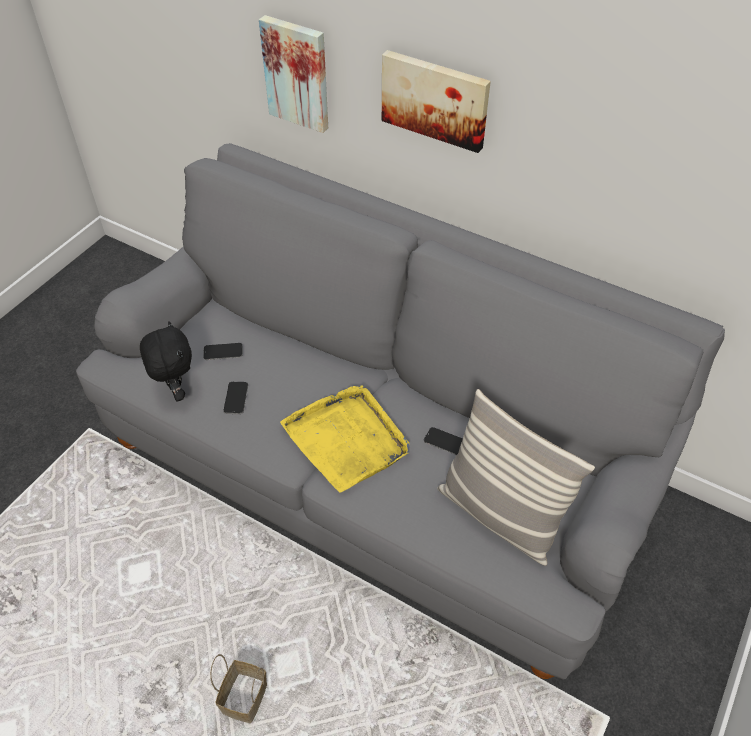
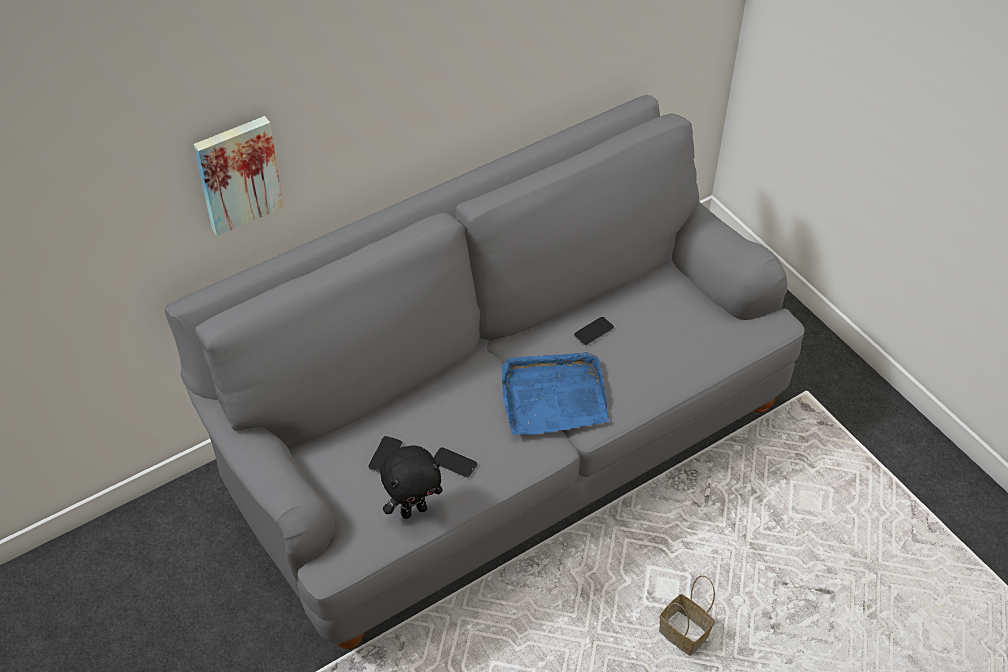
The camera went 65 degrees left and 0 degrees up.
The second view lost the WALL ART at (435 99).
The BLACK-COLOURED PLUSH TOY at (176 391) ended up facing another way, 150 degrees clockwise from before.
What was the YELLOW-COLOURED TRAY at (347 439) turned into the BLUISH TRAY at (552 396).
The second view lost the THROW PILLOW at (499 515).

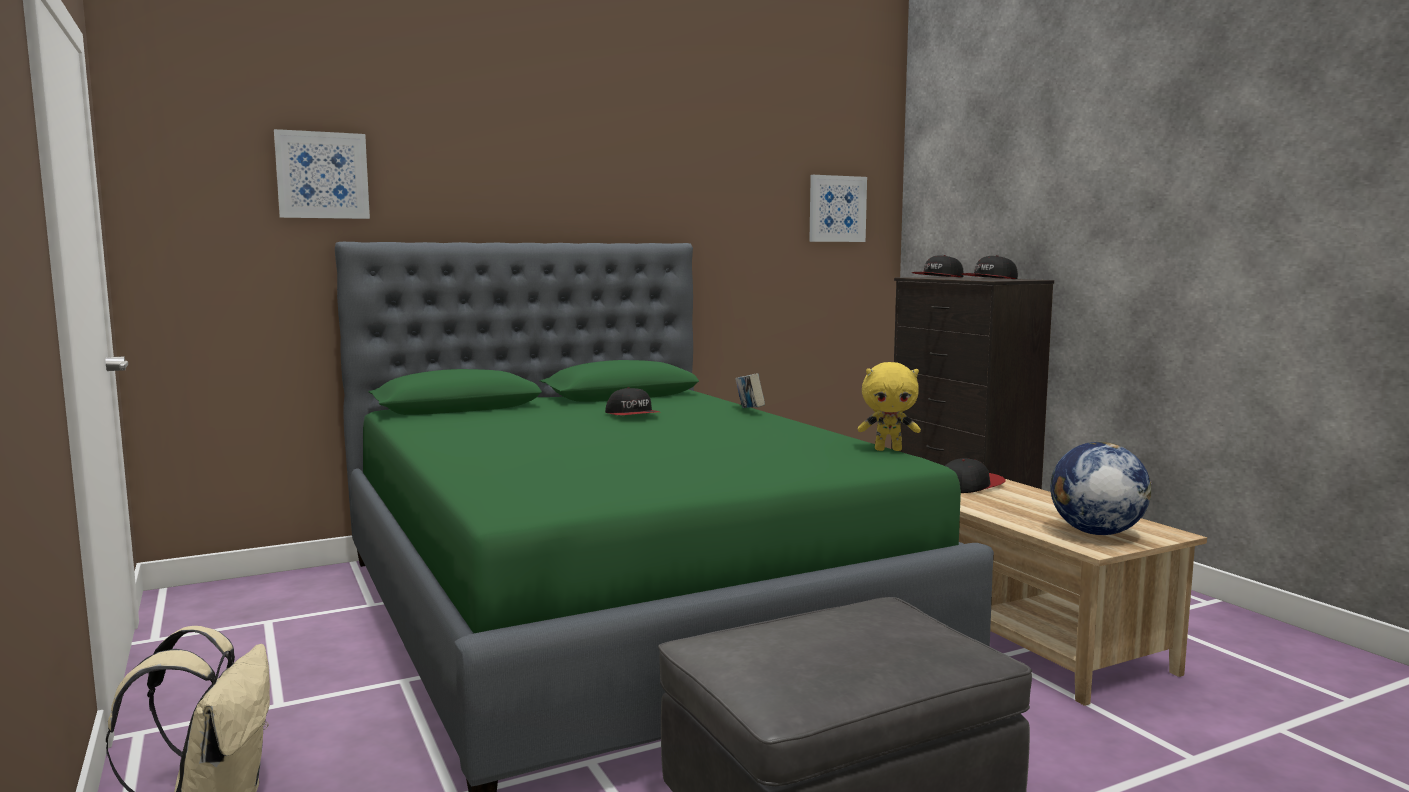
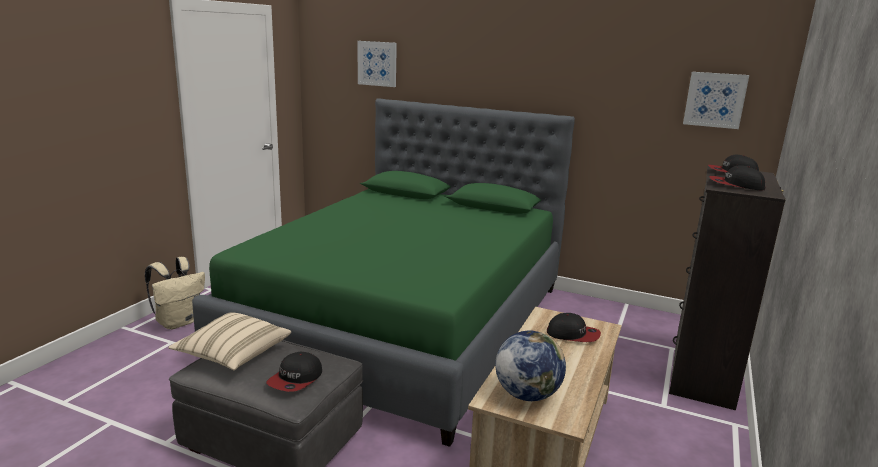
The camera went 50 degrees right and 10 degrees up.
The second view lost the YELLOW-COLOURED PLUSH TOY at (888 449).
The second view lost the BOOK at (749 411).
The CAP ended up elsewhere, having gone from (632 415) to (296 379).
The second view gained the BEIGE THROW PILLOW at (233 355).

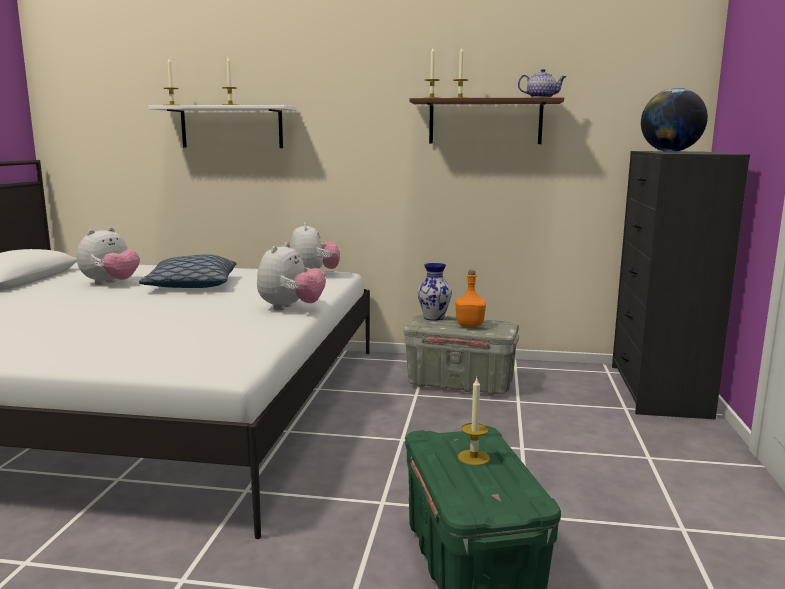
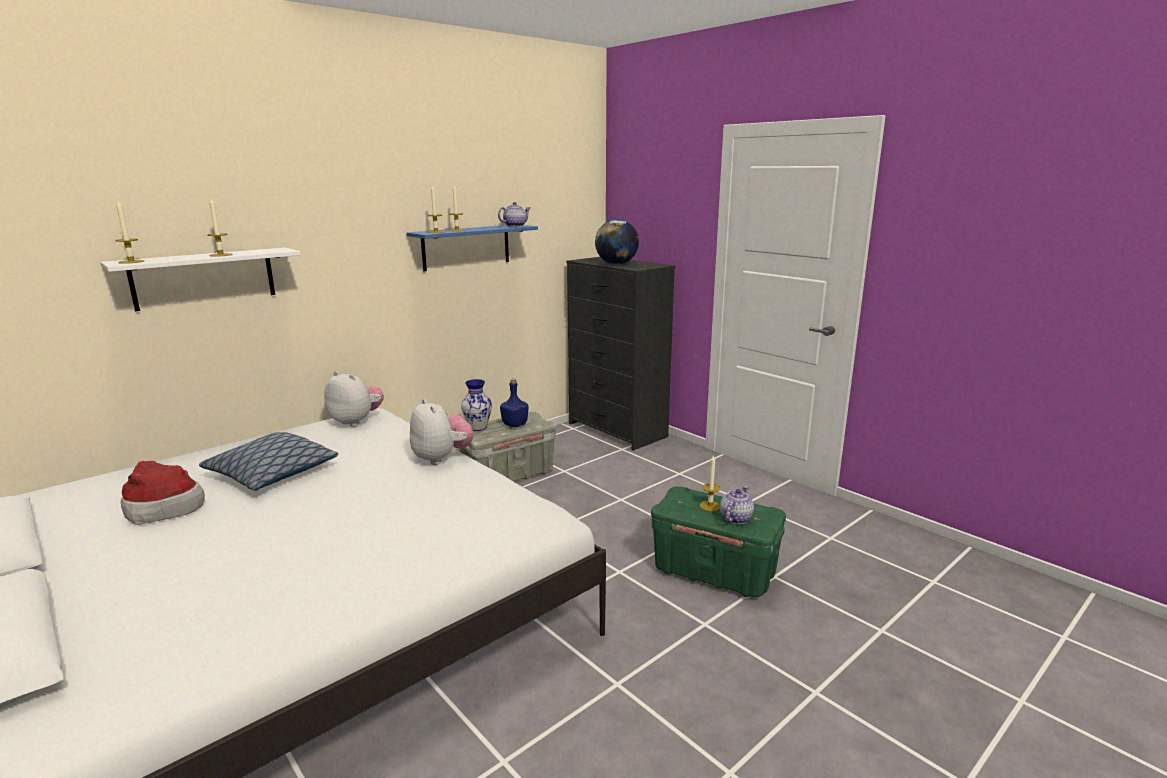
The camera went 50 degrees left and 5 degrees up.
What was the BROWN-COLOURED WALL SHELF at (485 122) turned into the BLUISH WALL SHELF at (466 247).
Where the PLUSH TOY stood at (111 283), the CLOTHING HAT came to stand at (162 507).
What was the ORANGEY BEVERAGE BOTTLE at (470 325) turned into the BLUISH BEVERAGE BOTTLE at (515 424).
The second view gained the TEAPOT at (735 518).

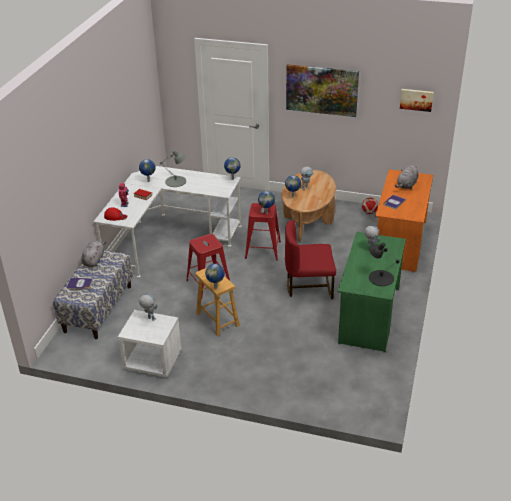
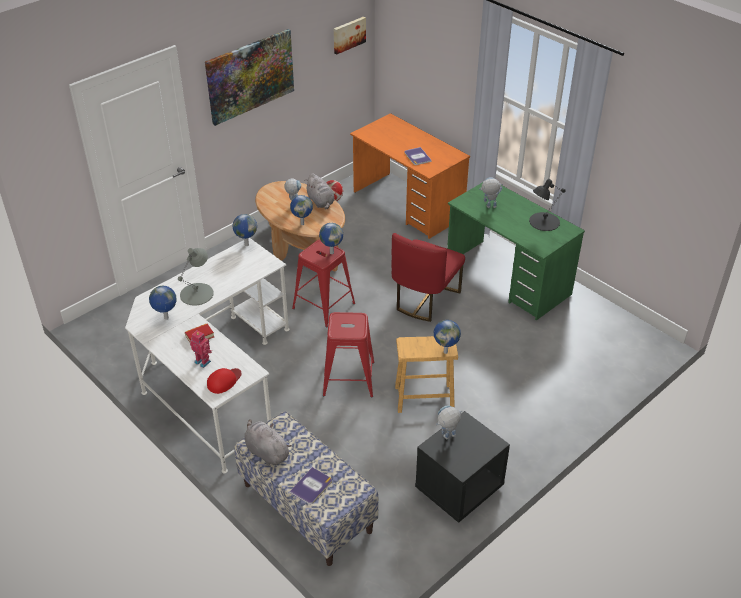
The camera went 60 degrees left and 5 degrees up.
The GREYISH PLUSH TOY ended up elsewhere, having gone from (406 185) to (321 202).
What was the WHITISH BEDSIDE TABLE at (152 361) turned into the BLACK-COLOURED BEDSIDE TABLE at (459 488).

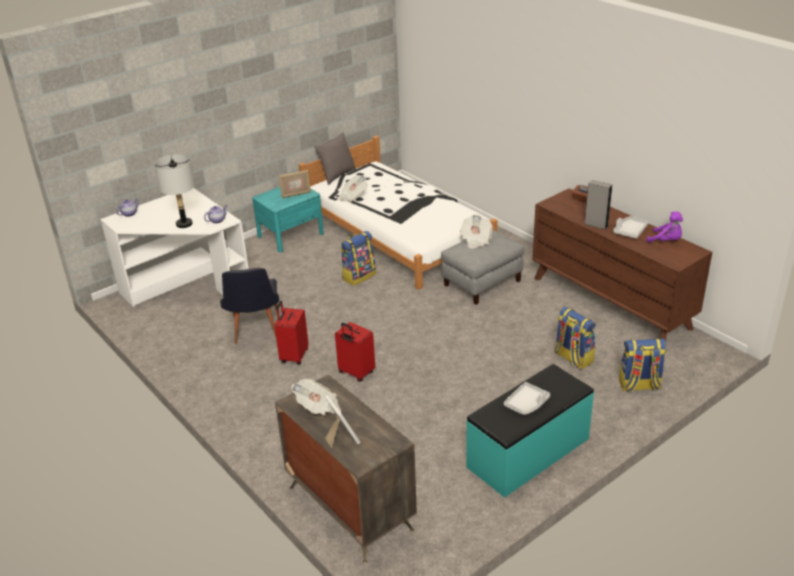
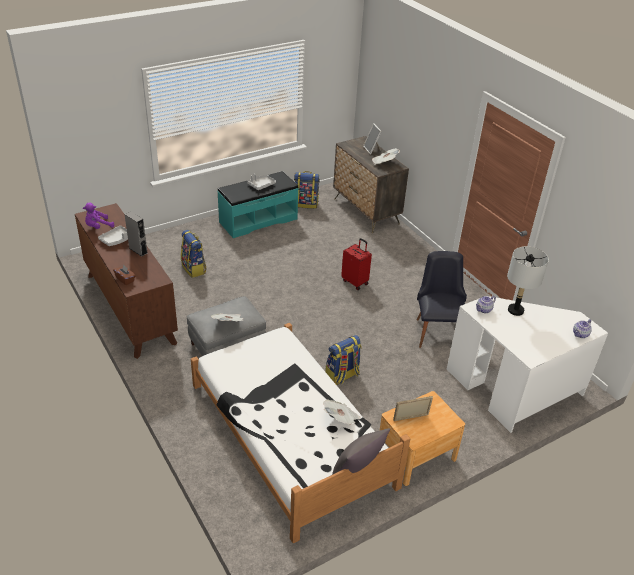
The camera went 175 degrees left and 5 degrees up.
What was the TURQUOISE-COLOURED BEDSIDE TABLE at (290 235) turned into the BROWN-COLOURED BEDSIDE TABLE at (416 455).
The PURPLE PLUSH TOY at (666 241) ended up facing another way, 75 degrees counterclockwise from before.
The second view lost the REDDISH TRAVEL CASE at (293 356).
The KNAPSACK ended up elsewhere, having gone from (639 385) to (306 204).

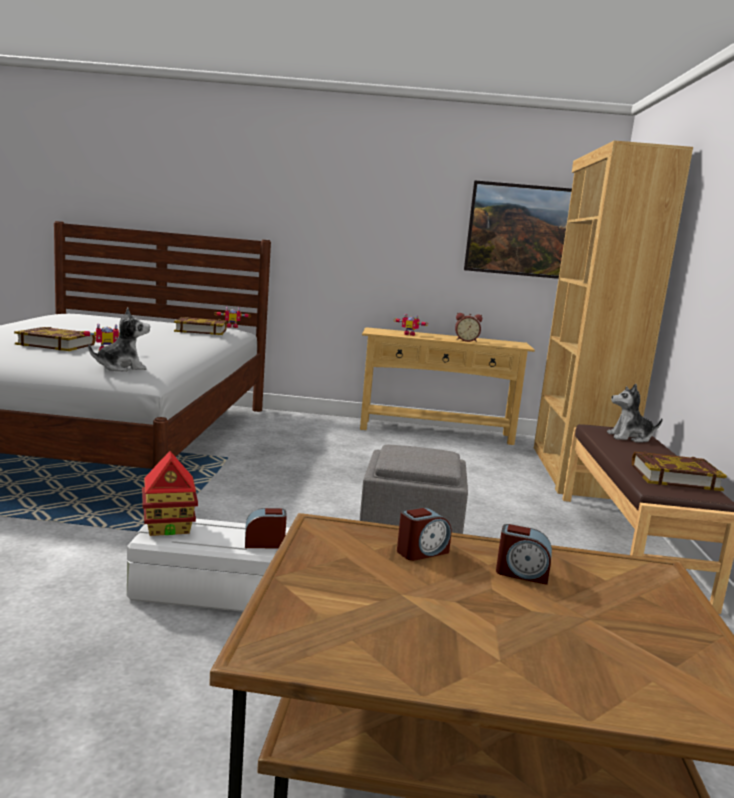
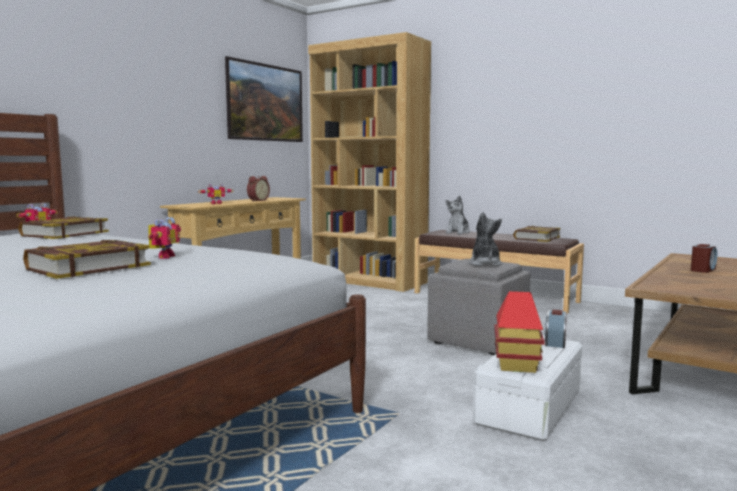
The camera went 60 degrees left and 5 degrees down.
The PLUSH TOY ended up elsewhere, having gone from (121 368) to (484 264).
The second view lost the BEDSIDE CLOCK at (421 552).

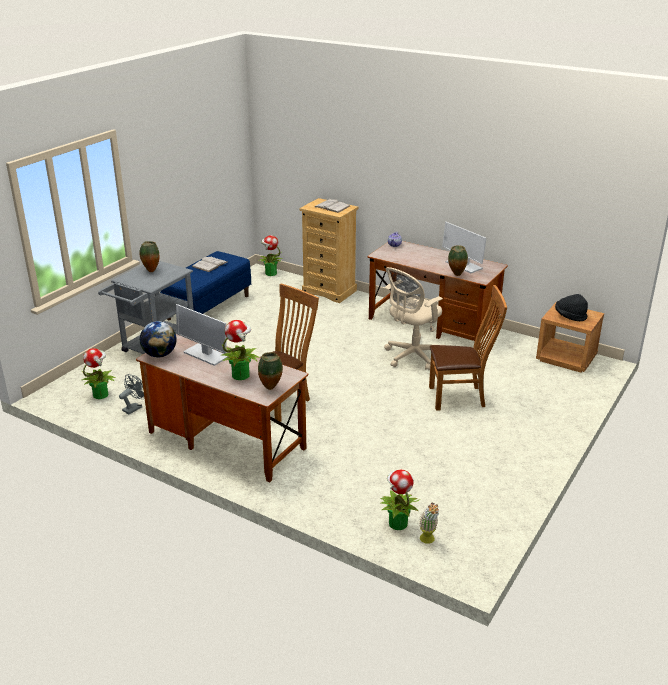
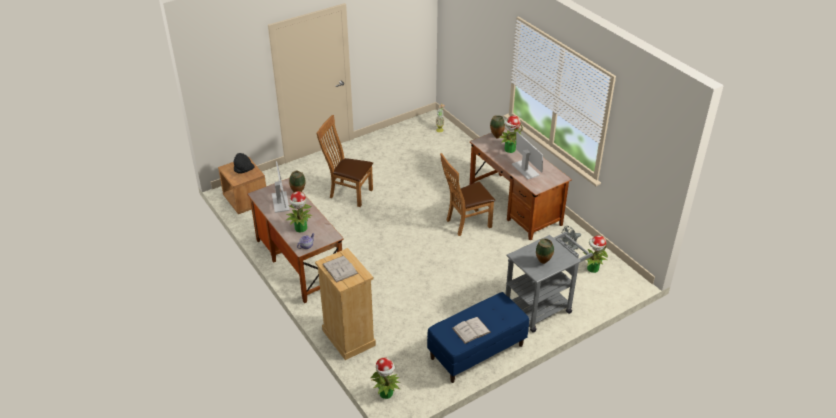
The camera went 155 degrees left and 10 degrees up.
The second view lost the BEIGE DESK CHAIR at (412 356).
The second view lost the DESK GLOBE at (160 354).
The HOUSEPLANT ended up elsewhere, having gone from (397 523) to (301 228).

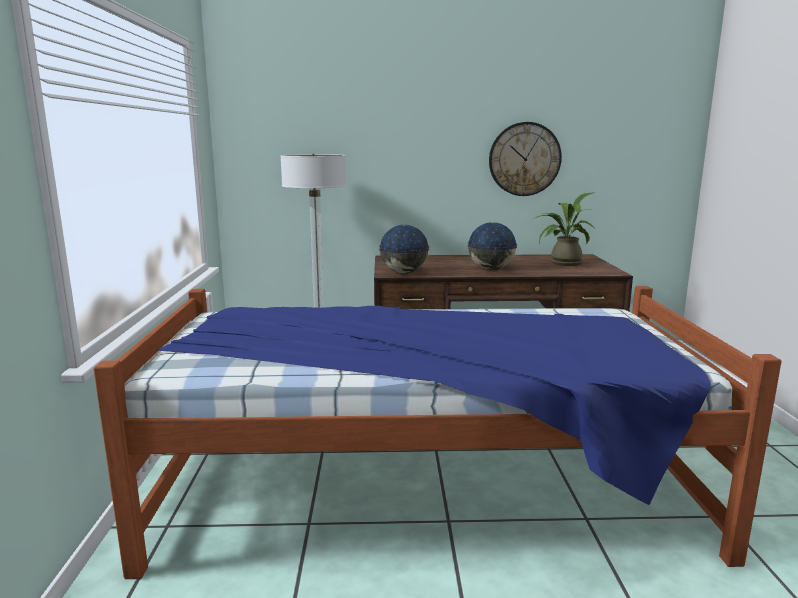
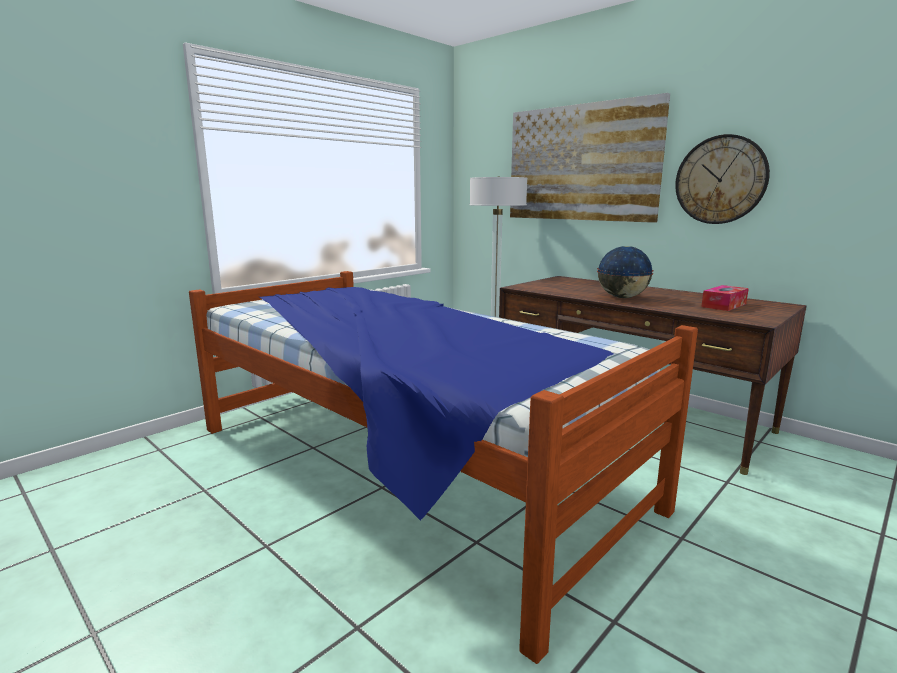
The camera went 45 degrees right and 0 degrees up.
Where the HOUSEPLANT stood at (561 263), the TISSUE BOX came to stand at (724 305).
The second view lost the DESK GLOBE at (404 272).
The second view gained the WALL ART at (581 163).

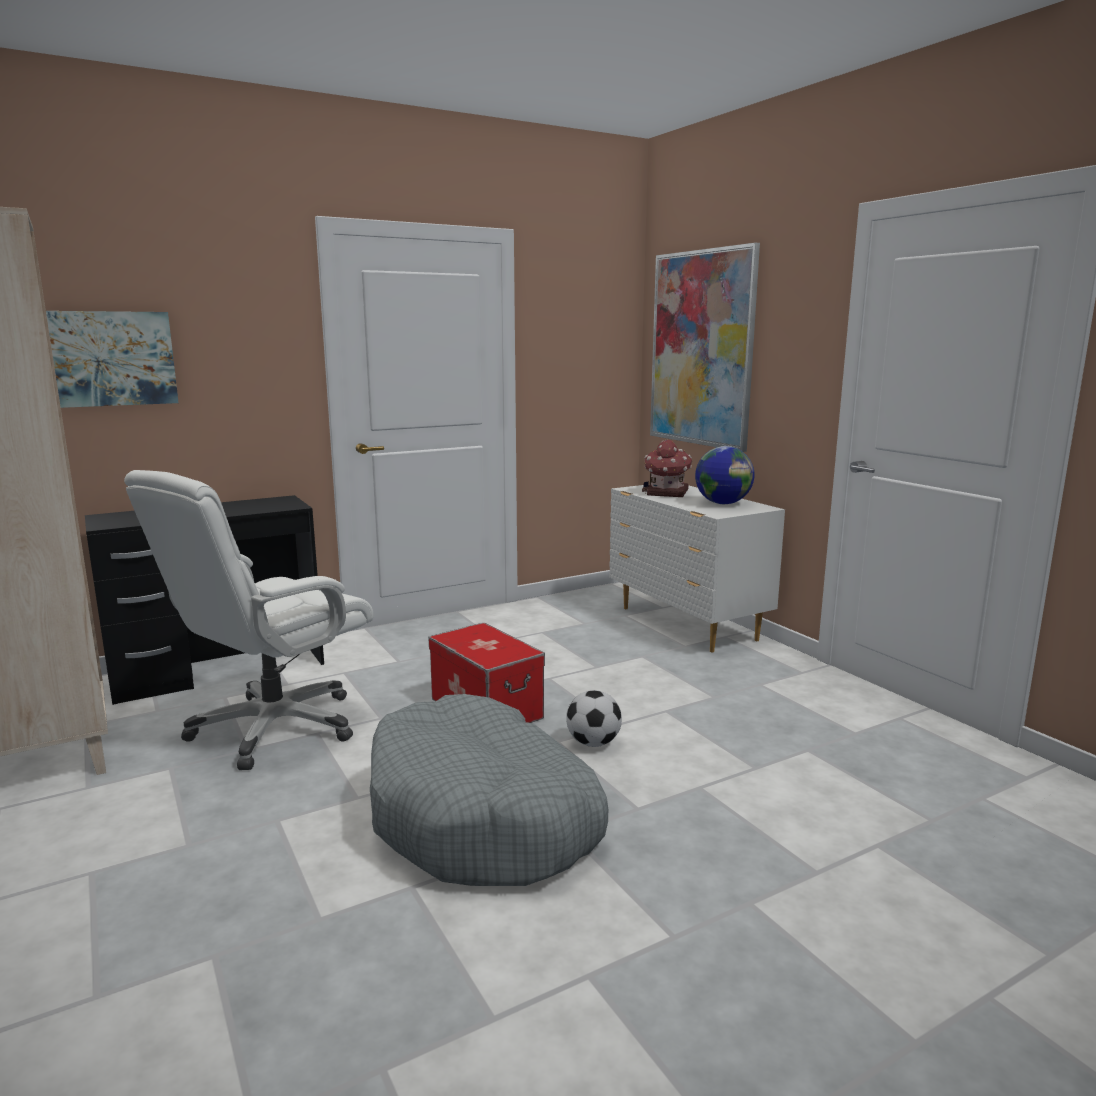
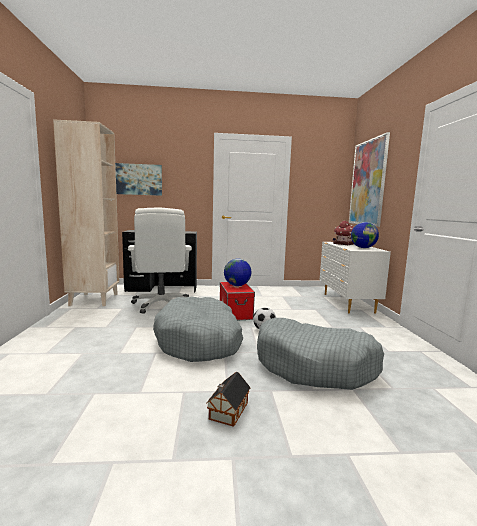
The camera went 25 degrees right and 5 degrees down.
The WHITISH DESK CHAIR at (274 728) ended up facing another way, 75 degrees counterclockwise from before.
The second view gained the DESK GLOBE at (237 285).
The second view gained the GREYISH DOG CUSHION at (314 366).
The second view gained the TOY HOUSE at (227 412).

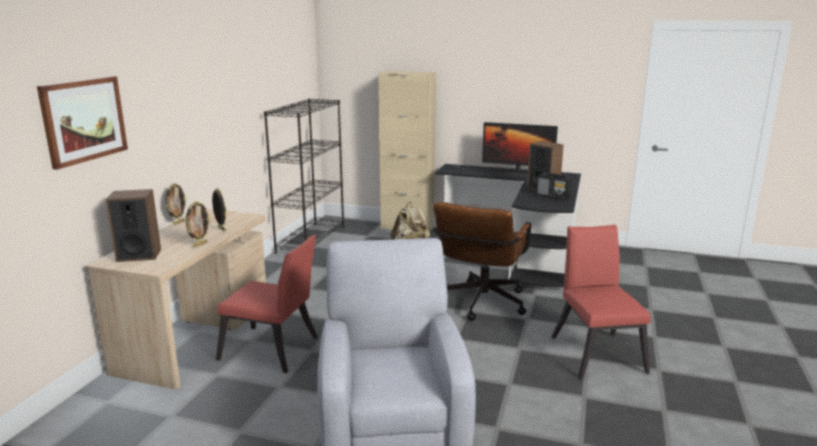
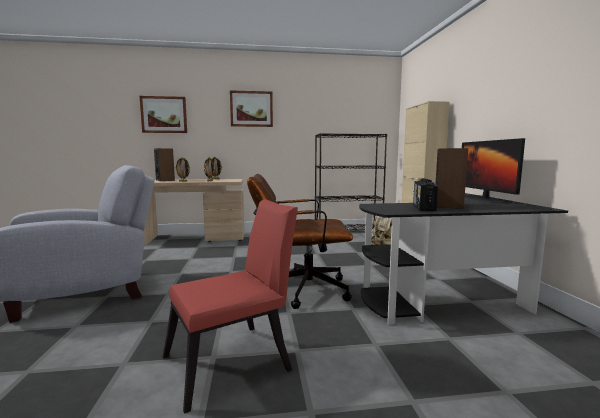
The camera went 65 degrees right and 10 degrees down.
The second view lost the REDDISH UPRIGHT CHAIR at (273 351).
The second view gained the WALL ART at (251 109).

